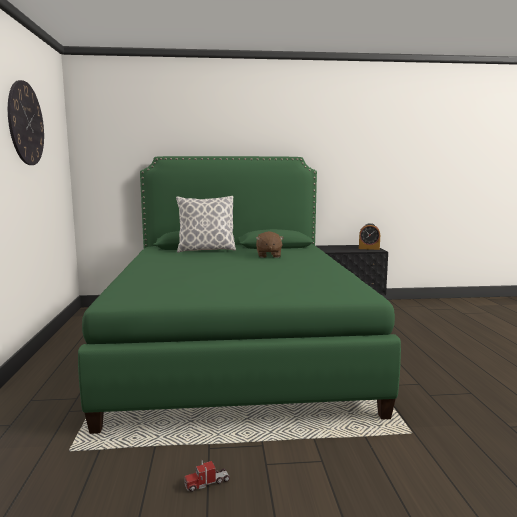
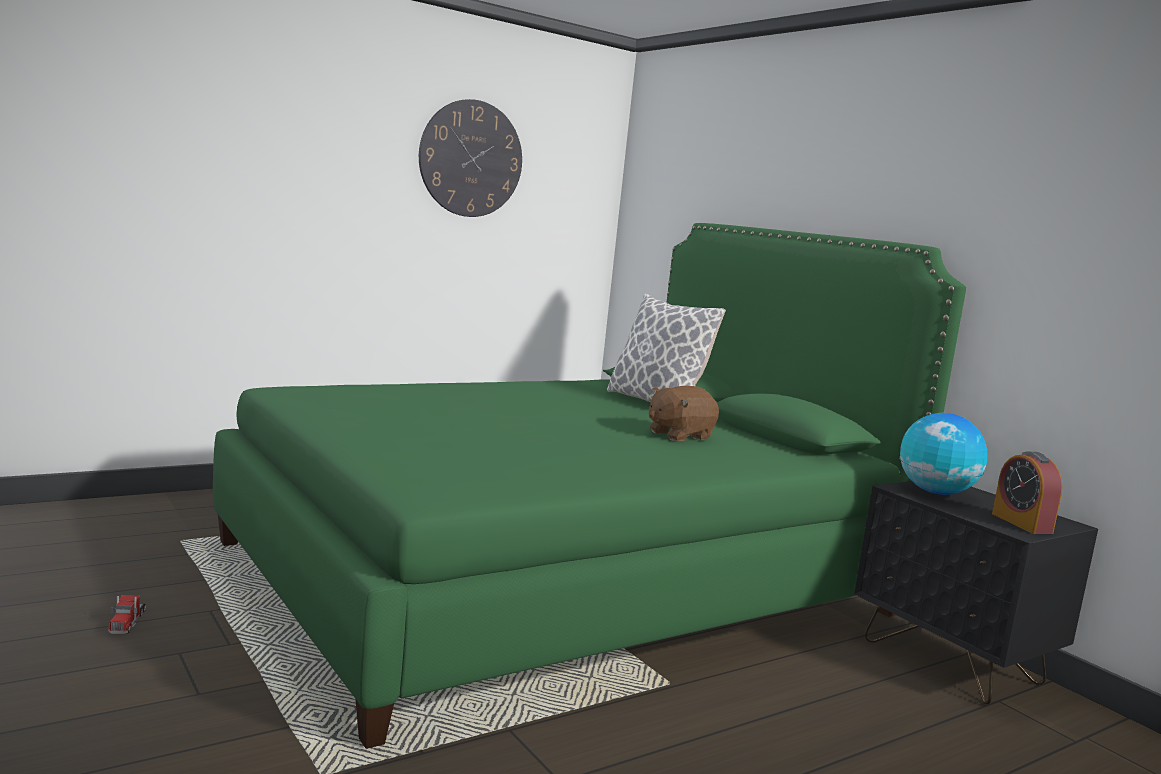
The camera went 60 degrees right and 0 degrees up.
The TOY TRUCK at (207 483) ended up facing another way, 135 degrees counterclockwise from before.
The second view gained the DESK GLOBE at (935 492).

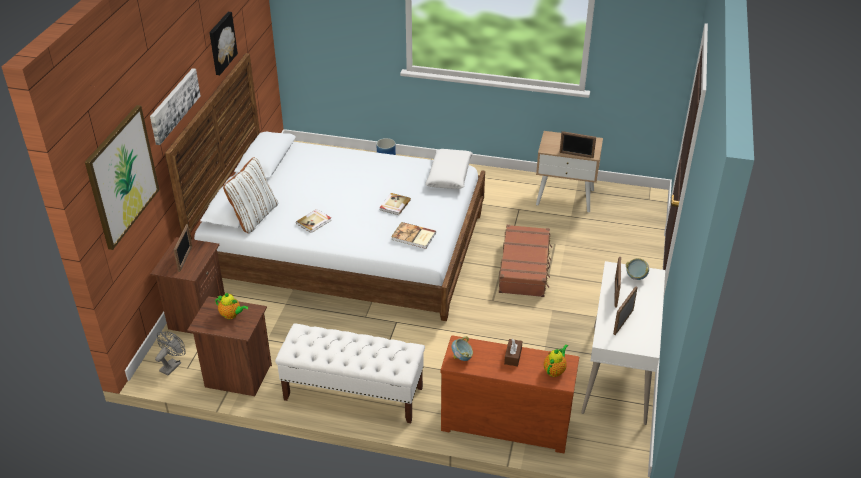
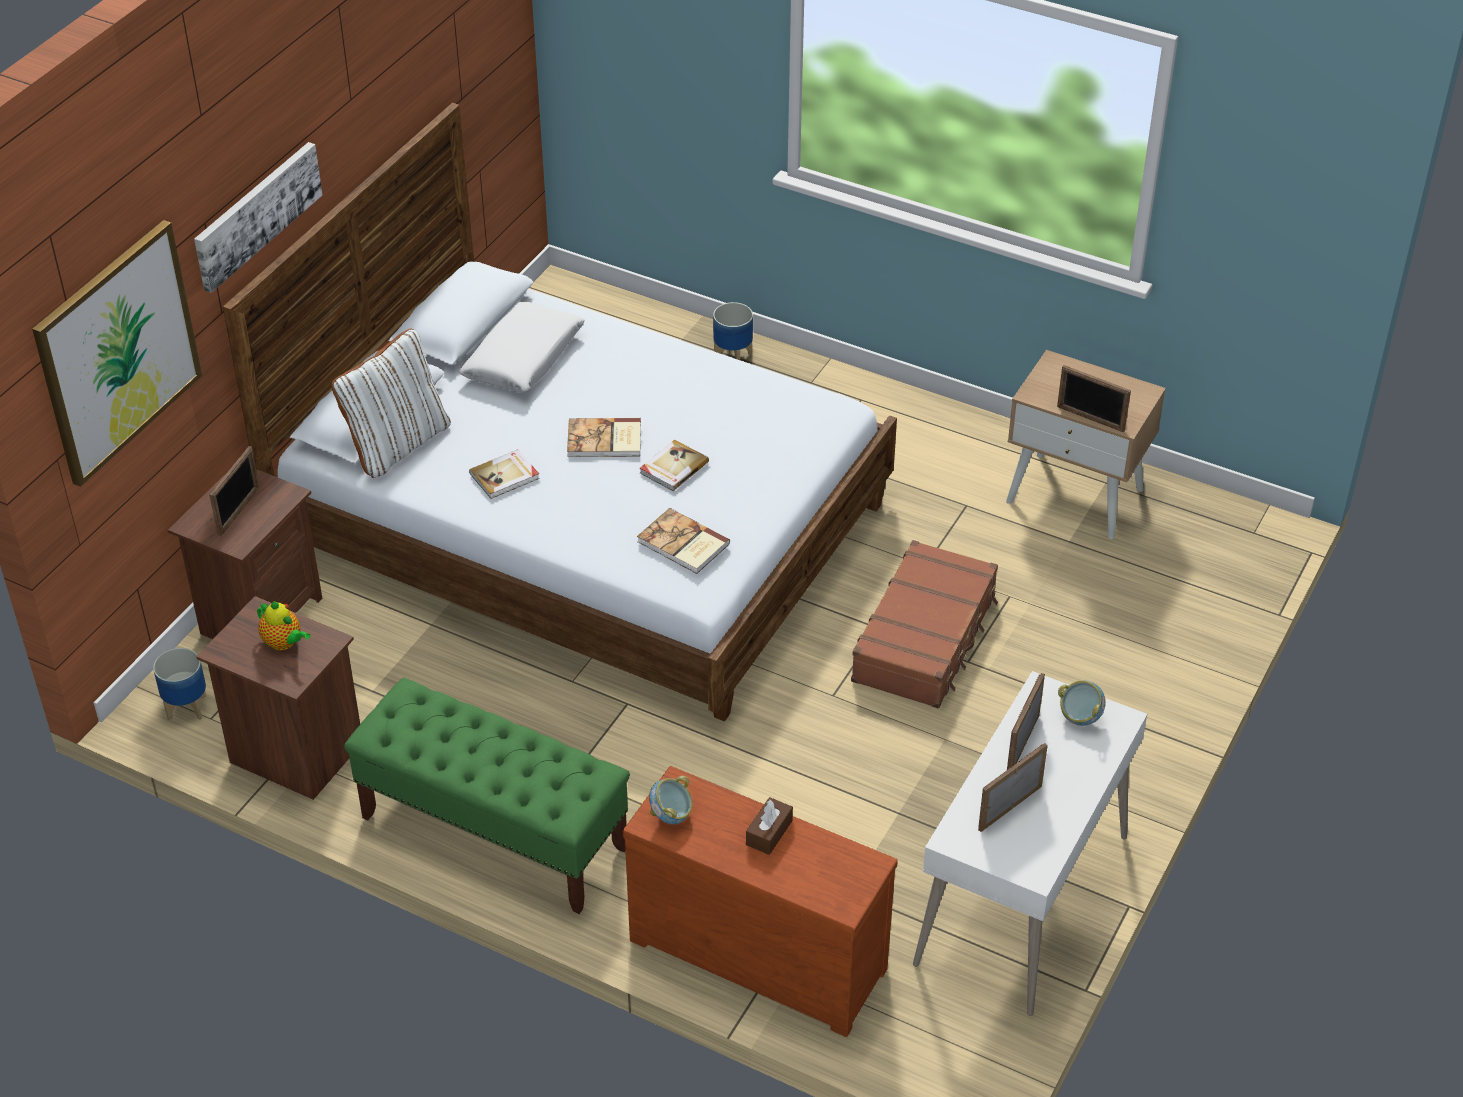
The camera went 15 degrees right and 5 degrees up.
The second view lost the WALL ART at (221 43).
The WHITISH THROW PILLOW ended up elsewhere, having gone from (449 175) to (524 359).
What was the WHITISH LONG SEAT at (353 393) turned into the GREENISH LONG SEAT at (493 832).
Where the GREYISH FAN stood at (172 365), the PLANT POT came to stand at (186 707).
The second view lost the TEAPOT at (555 370).
The second view gained the BOOK at (605 440).

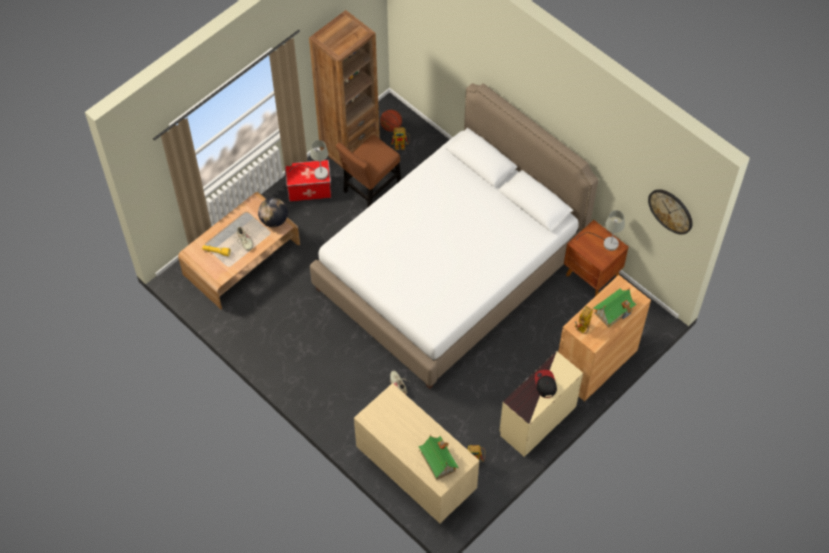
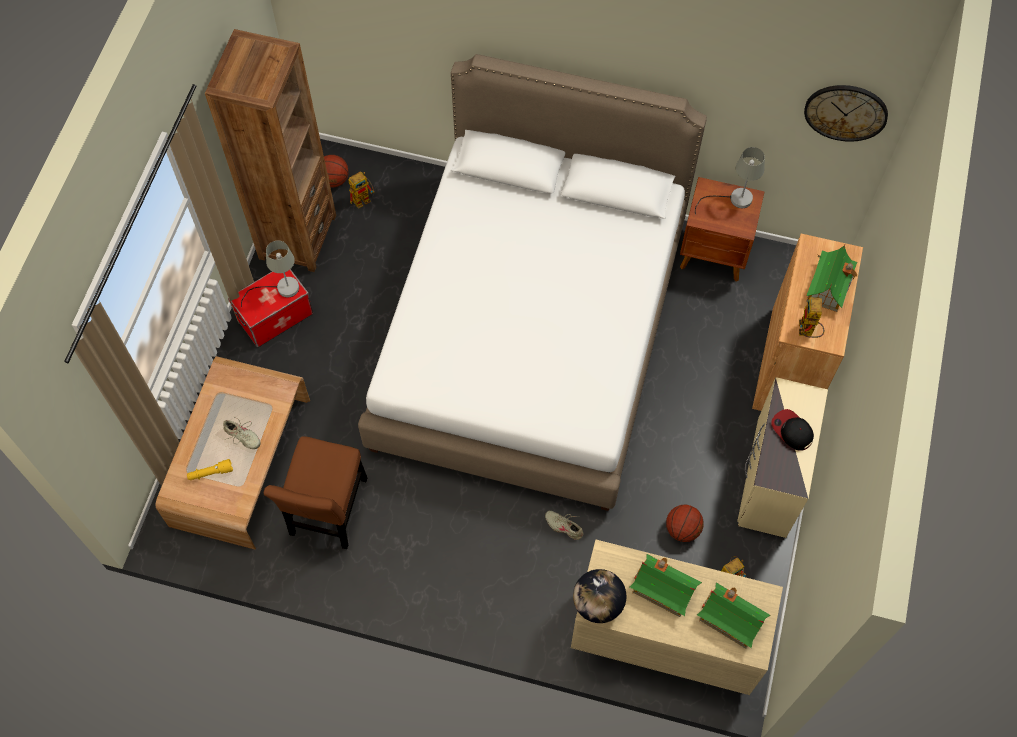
The camera went 30 degrees left and 5 degrees up.
The BROWN-COLOURED UPRIGHT CHAIR ended up elsewhere, having gone from (370 190) to (328 511).
The DESK GLOBE ended up elsewhere, having gone from (274 220) to (597 603).
The second view gained the BALL FOR BASKETBALL at (682 529).
The second view gained the TOY HOUSE at (663 589).

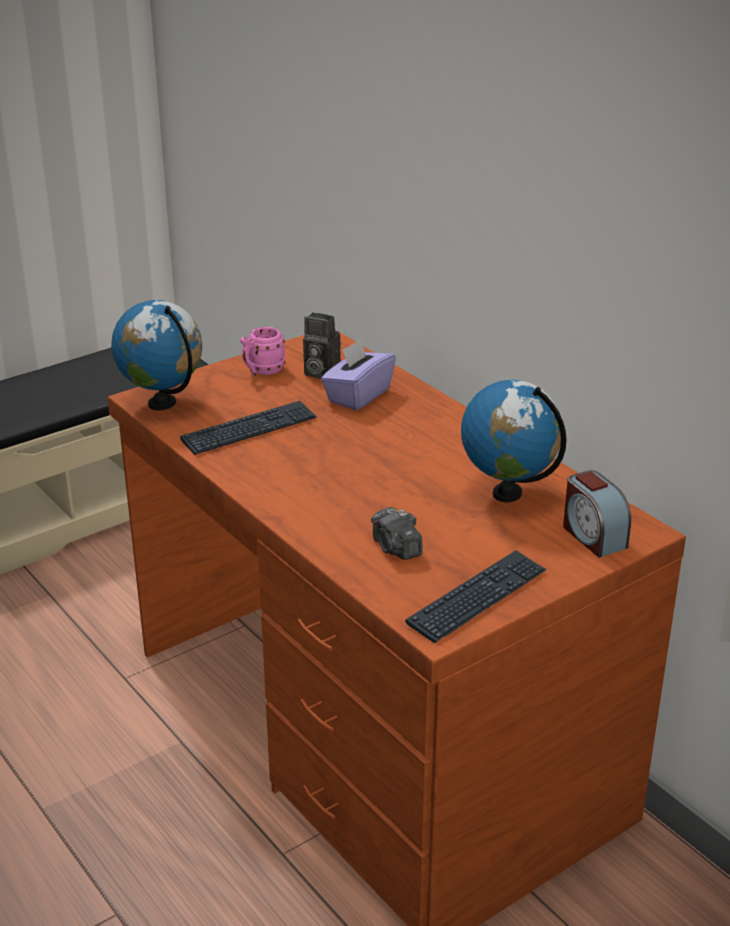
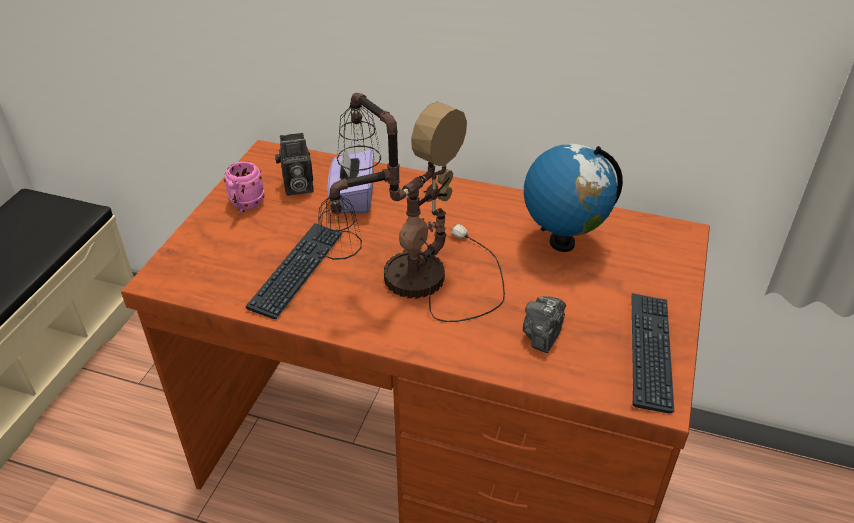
The camera went 35 degrees left and 10 degrees up.
The second view lost the DESK GLOBE at (162 403).
The second view lost the BEDSIDE CLOCK at (593 536).
The STILL CAMERA at (396 548) ended up facing another way, 90 degrees clockwise from before.
The second view gained the TABLE LAMP at (409 278).

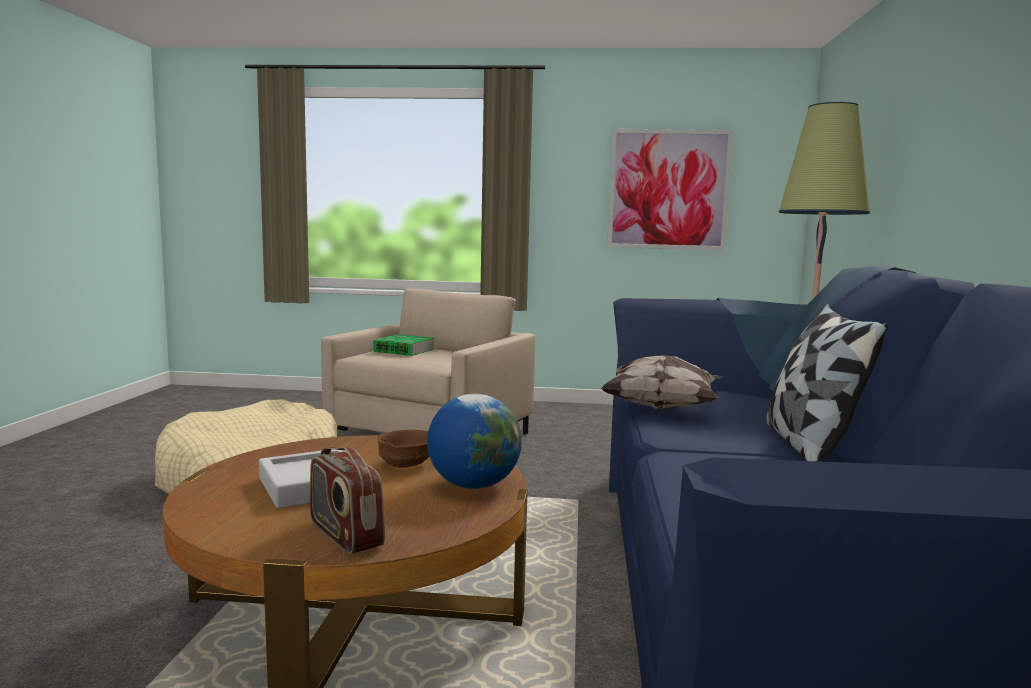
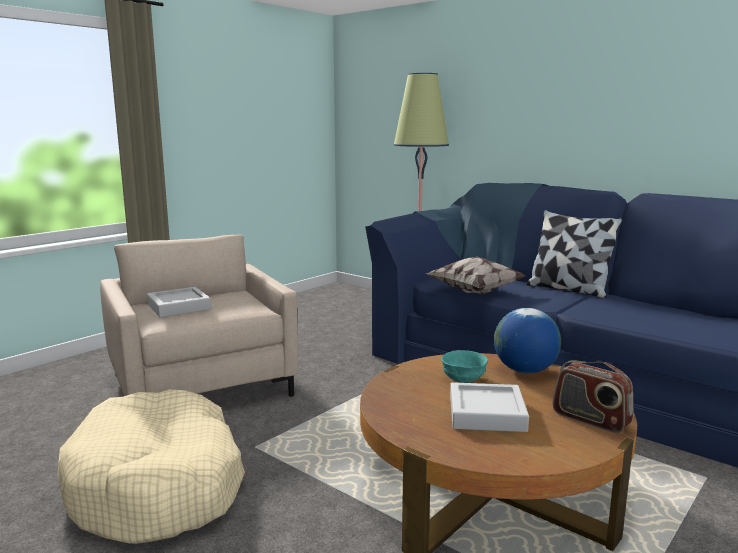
The camera went 55 degrees left and 5 degrees up.
The second view lost the WALL ART at (668 190).
Where the BOOK stood at (404 350), the GREYISH TRAY came to stand at (179 307).
What was the BROWN-COLOURED SERVING BOWL at (406 464) turned into the TURQUOISE-COLOURED SERVING BOWL at (464 379).
The RADIO SET at (344 535) ended up facing another way, 45 degrees clockwise from before.

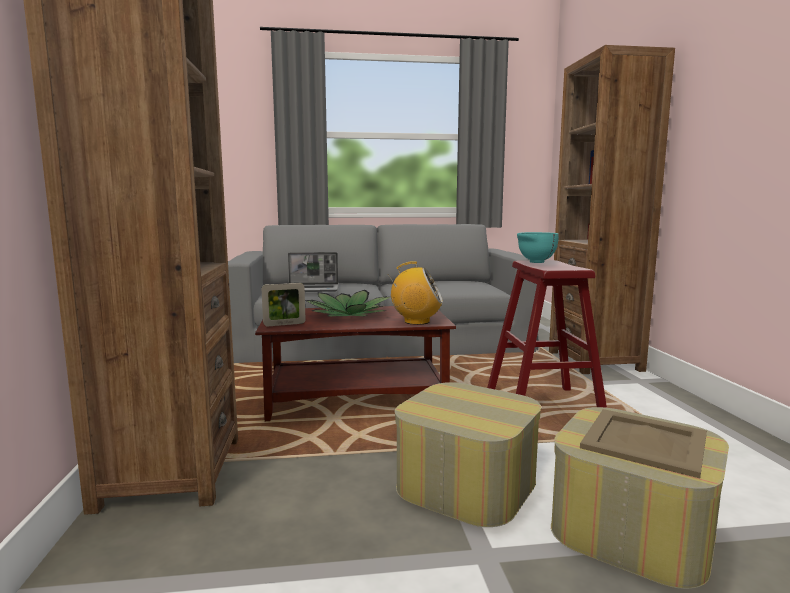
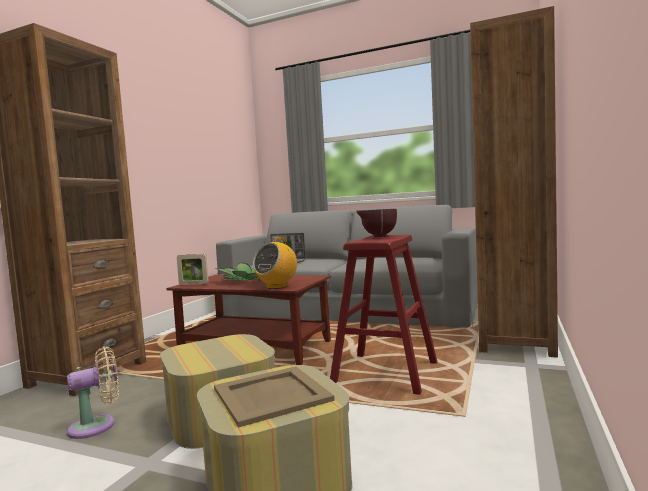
The camera went 30 degrees right and 5 degrees down.
What was the TURQUOISE-COLOURED SERVING BOWL at (535 262) turned into the BROWN-COLOURED SERVING BOWL at (377 236).
The RADIO SET at (416 322) ended up facing another way, 90 degrees clockwise from before.
The second view gained the BEIGE FAN at (97 426).

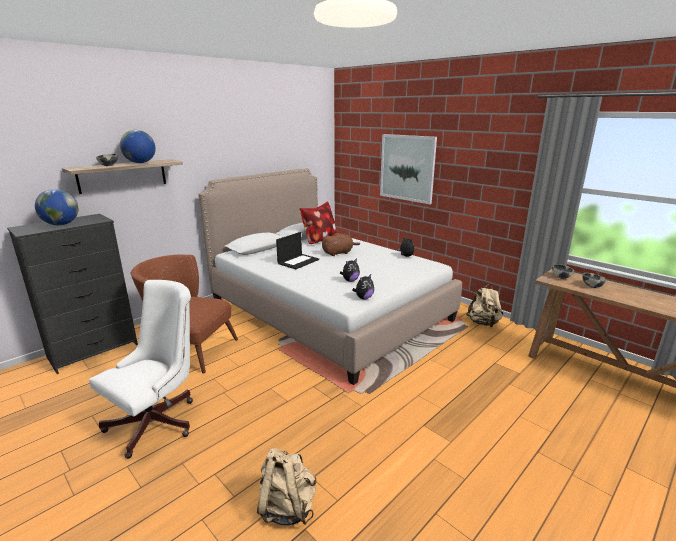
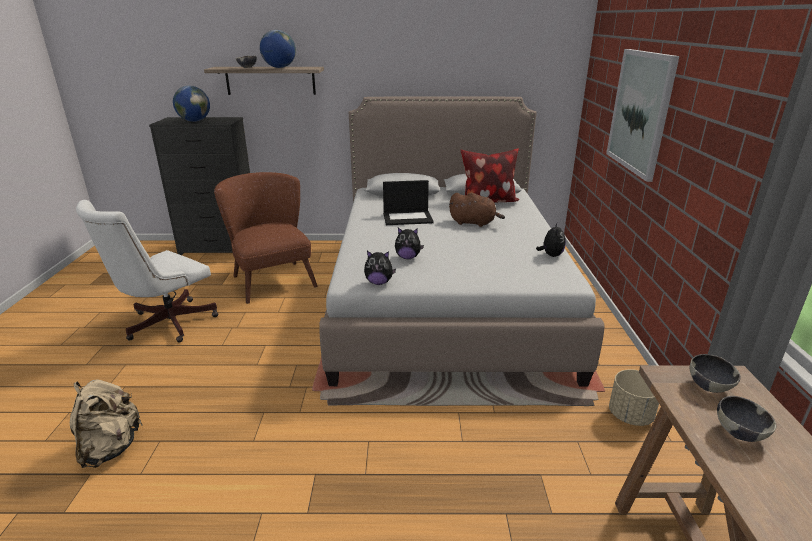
The camera went 45 degrees right and 5 degrees up.
The WHITISH DESK CHAIR at (158 421) ended up facing another way, 135 degrees clockwise from before.
Where the BEIGE KNAPSACK stood at (483 323), the BEIGE PLANT POT came to stand at (630 415).

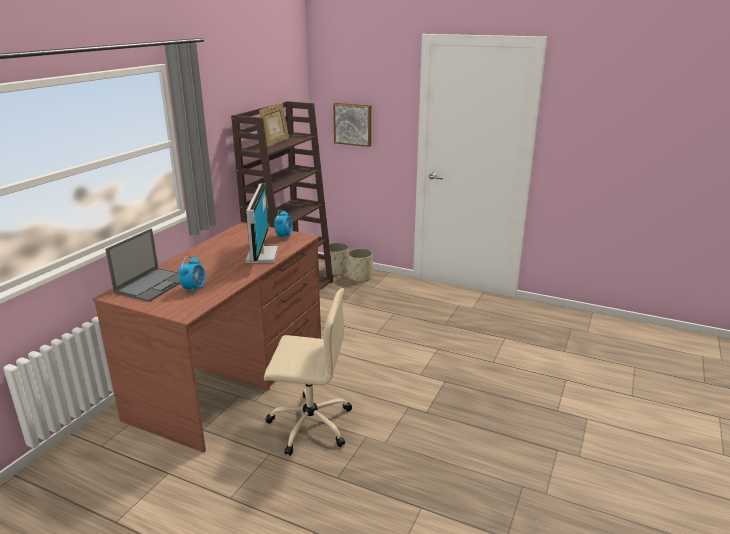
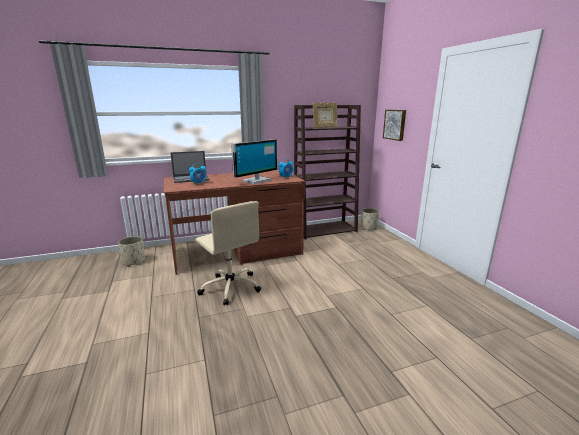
The camera went 45 degrees right and 5 degrees down.
The BEIGE PLANT POT ended up elsewhere, having gone from (360 277) to (134 261).

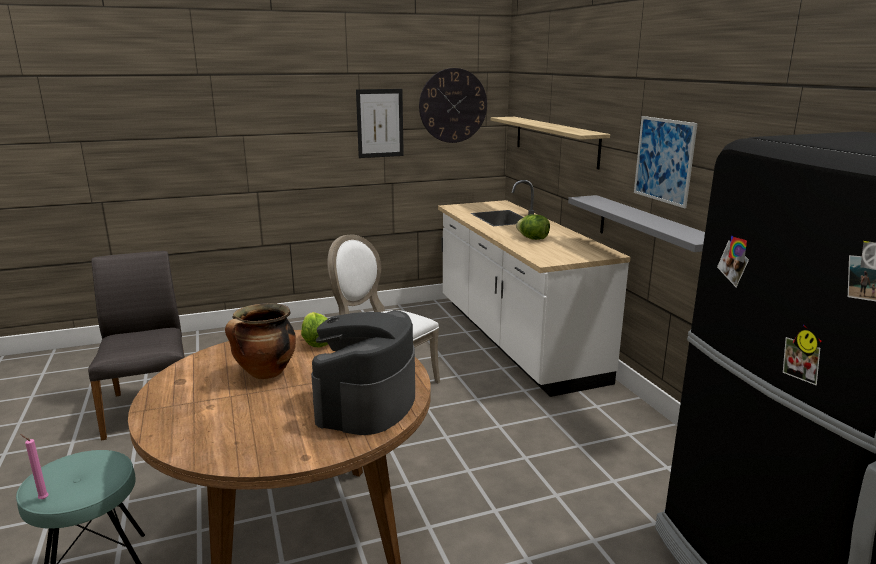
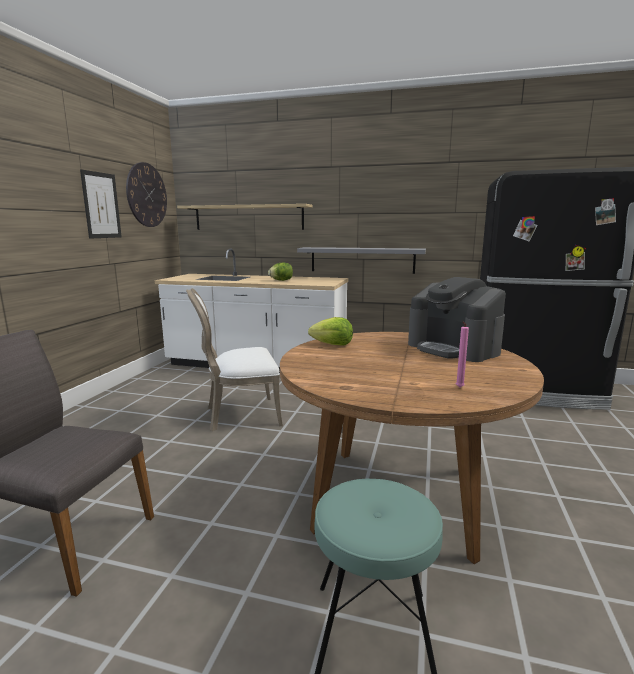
The camera went 55 degrees left and 5 degrees down.
The second view lost the WALL ART at (664 160).
The second view lost the COOKING POT at (265 373).
The PINKISH CANDLE ended up elsewhere, having gone from (42 499) to (459 388).

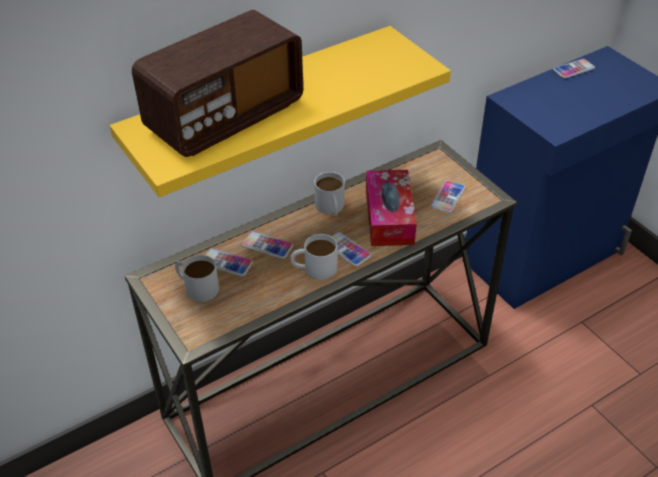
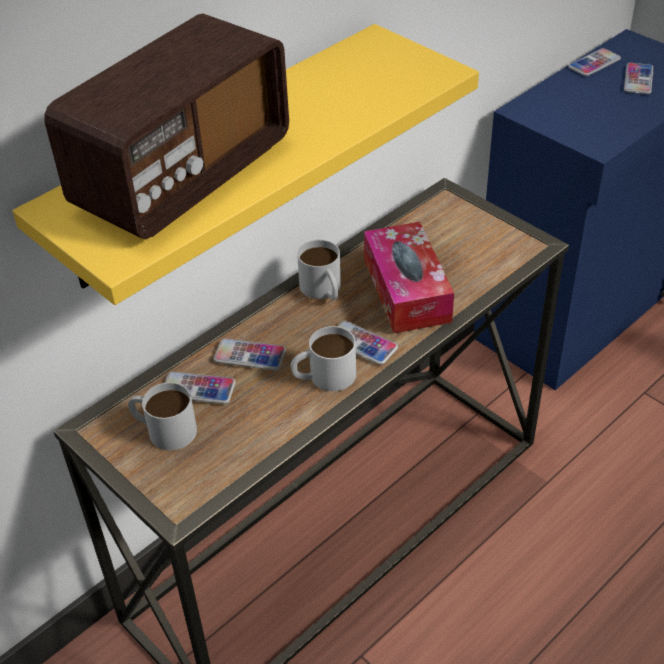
The camera went 10 degrees left and 0 degrees up.
The TELEPHONE ended up elsewhere, having gone from (448 197) to (638 79).

